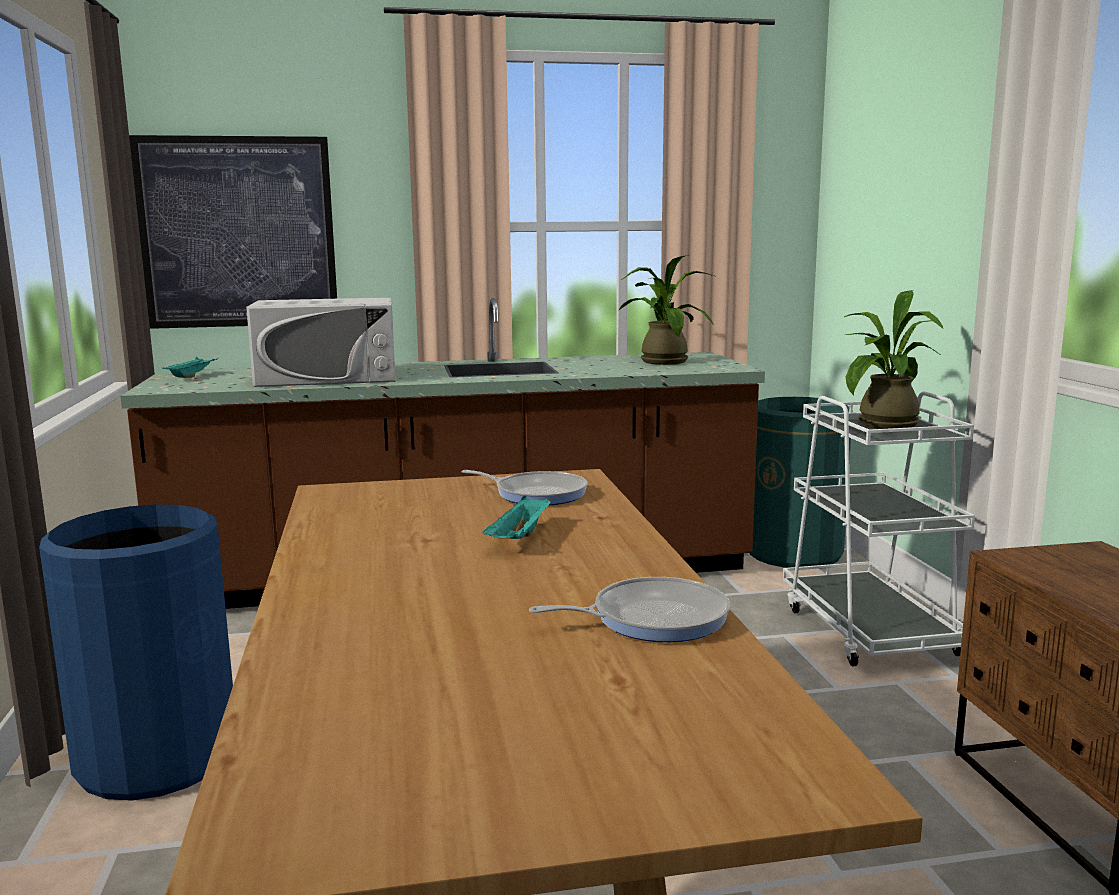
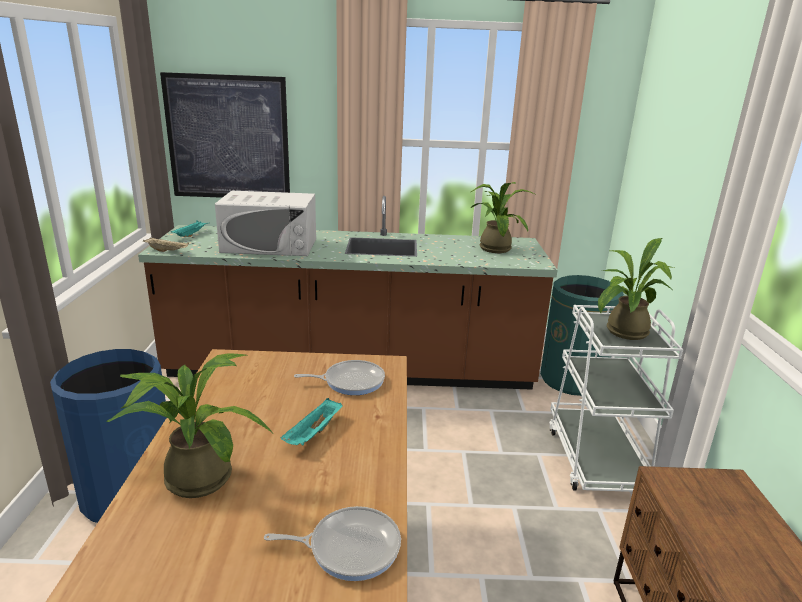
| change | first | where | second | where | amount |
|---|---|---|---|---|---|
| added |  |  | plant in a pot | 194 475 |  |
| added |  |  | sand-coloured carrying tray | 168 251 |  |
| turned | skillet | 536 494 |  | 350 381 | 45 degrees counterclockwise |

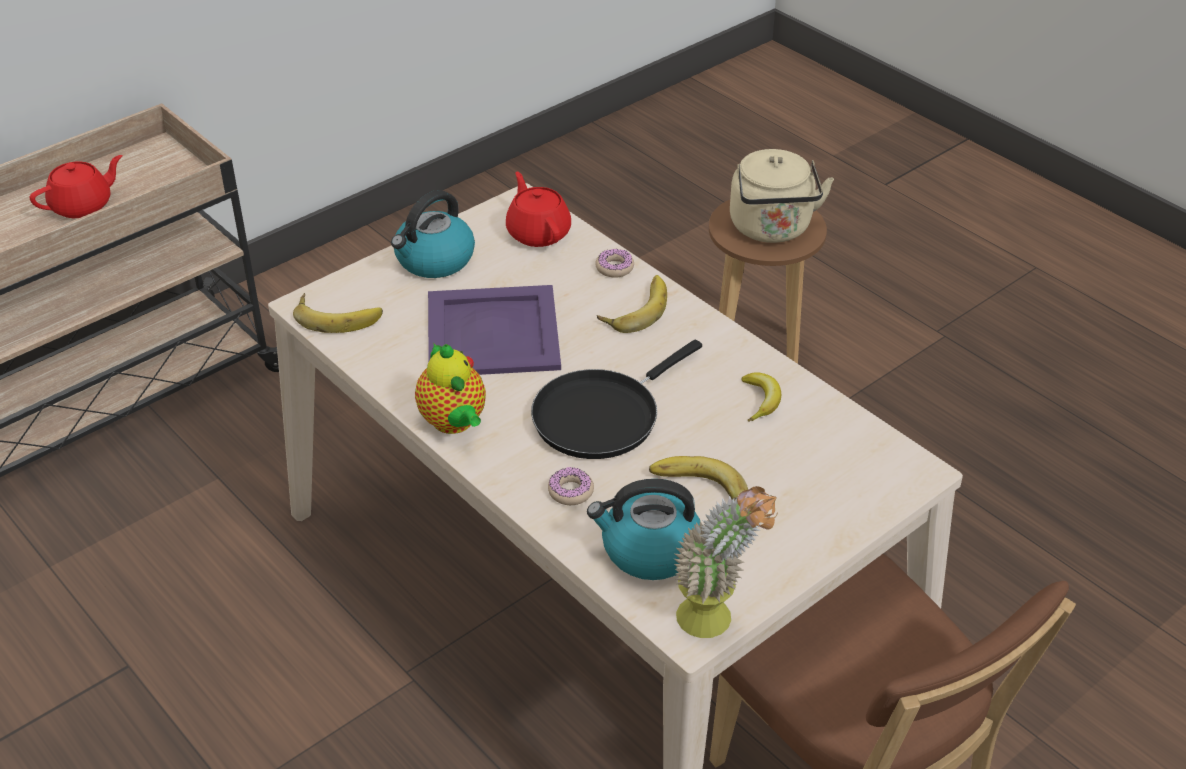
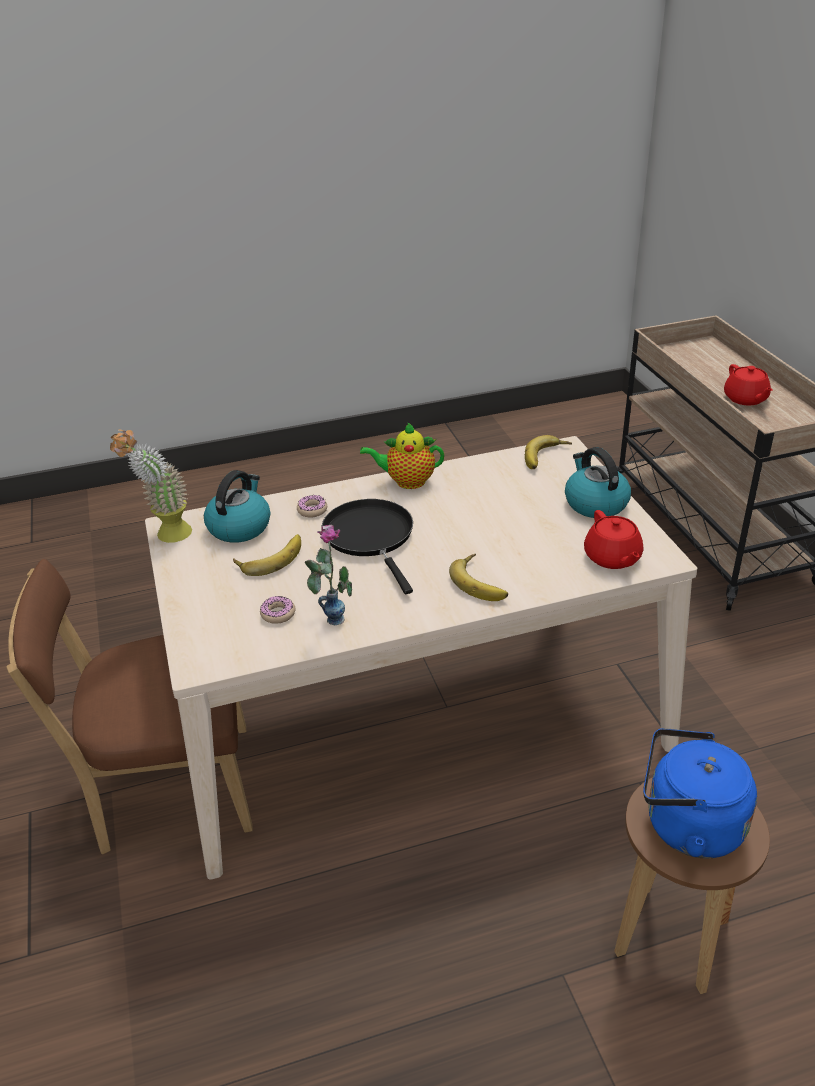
| change | first | where | second | where | amount |
|---|---|---|---|---|---|
| removed | purple-coloured carrying tray | 494 331 |  |  |  |
| moved | ring doughnut | 614 268 |  | 278 614 |  |
| replaced | banana fruit | 760 400 | vase | 331 613 |  |
| recoloured | sand-coloured kettle | 772 229 | bluish kettle | 687 825 |  |
| turned | red-coloured pot for tea | 538 232 |  | 612 558 | 75 degrees clockwise |

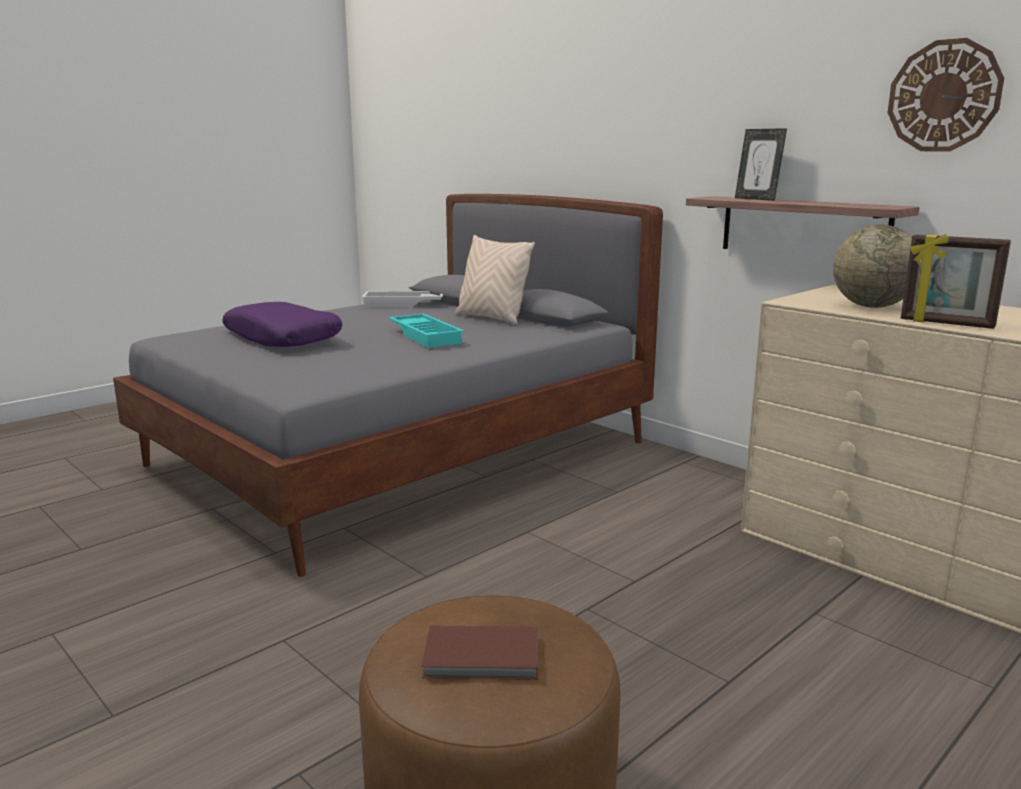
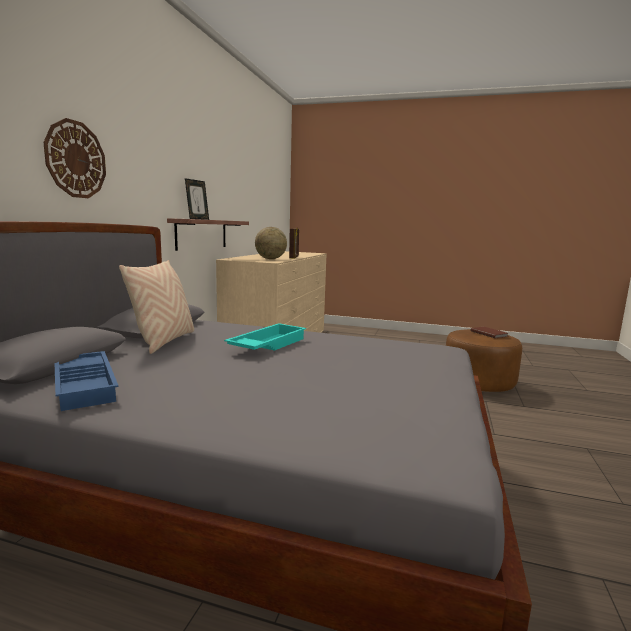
| change | first | where | second | where | amount |
|---|---|---|---|---|---|
| removed | purple-coloured pillow | 283 338 |  |  |  |
| moved | wall clock | 944 96 |  | 76 159 |  |
| recoloured | white-coloured carrying tray | 403 304 | bluish carrying tray | 87 385 |  |

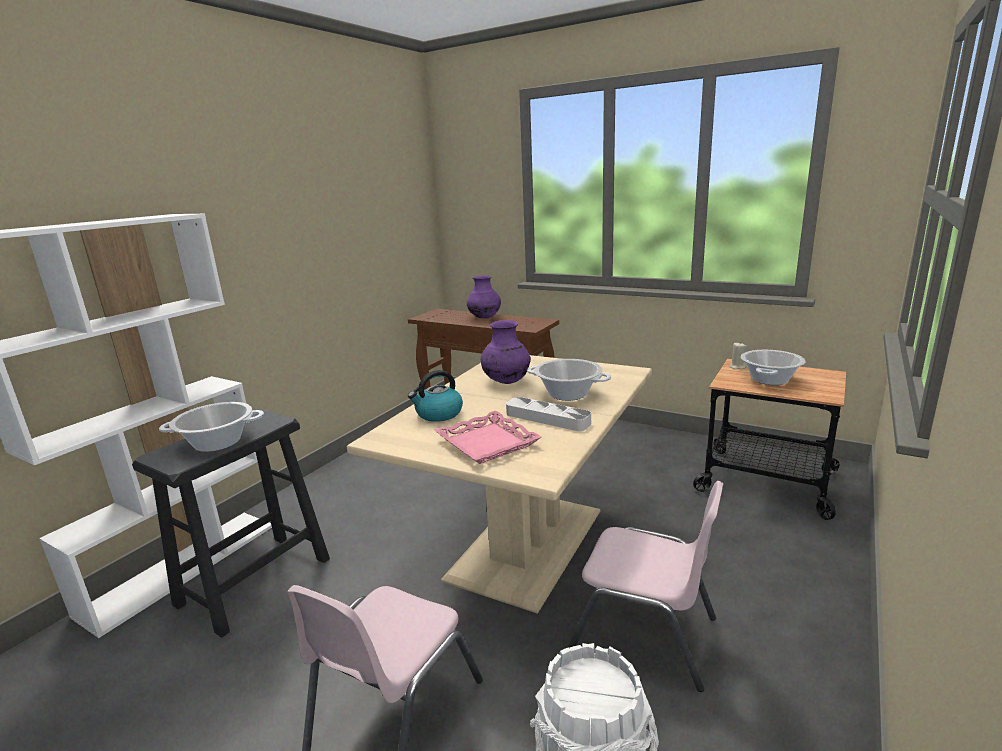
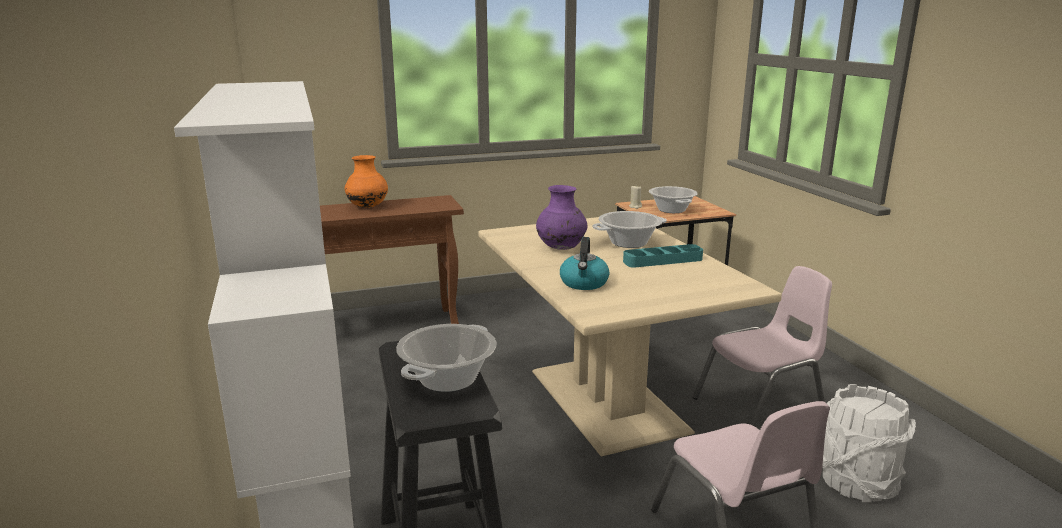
| change | first | where | second | where | amount |
|---|---|---|---|---|---|
| removed | pinkish carrying tray | 488 443 |  |  |  |
| recoloured | purple-coloured vase | 484 318 | orange vase | 368 207 |  |
| recoloured | gray carrying tray | 547 418 | blue-green carrying tray | 662 260 |  |

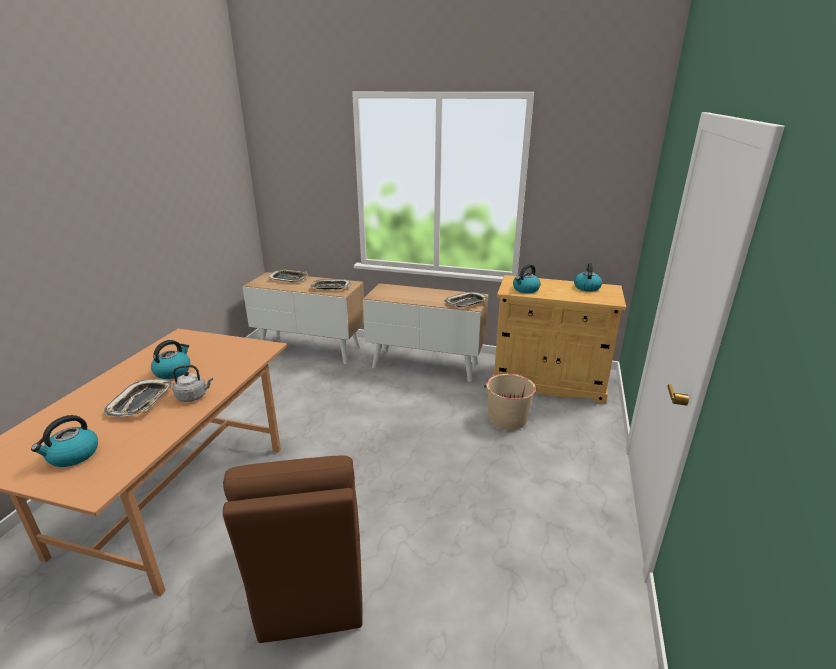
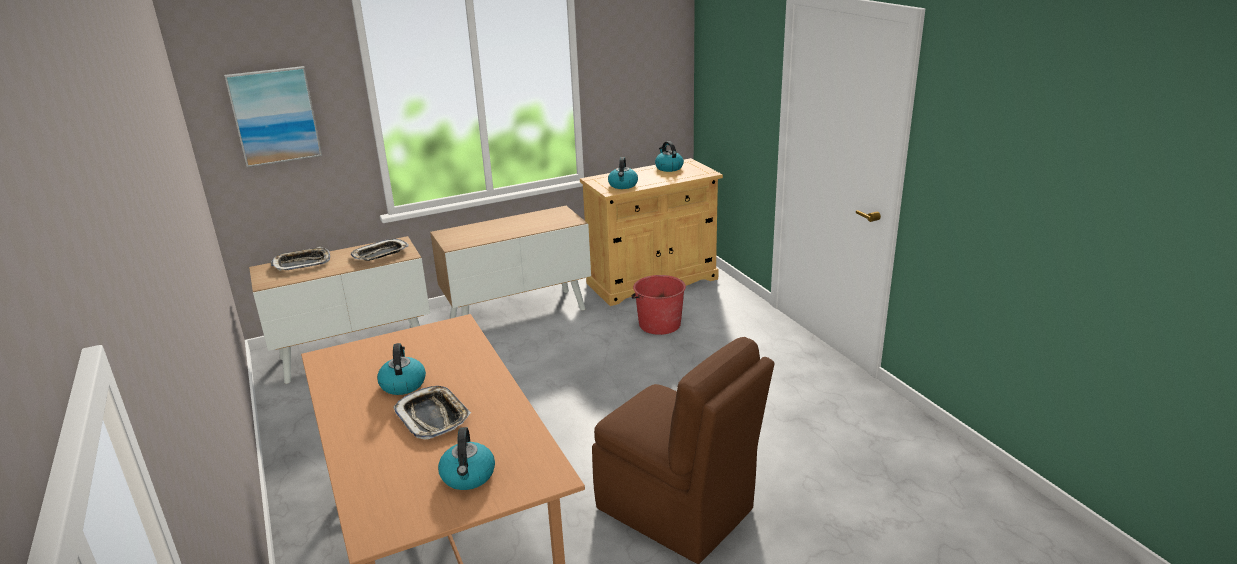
| change | first | where | second | where | amount |
|---|---|---|---|---|---|
| removed | gray kettle | 193 396 |  |  |  |
| removed | carrying tray | 466 303 |  |  |  |
| added |  |  | picture | 274 116 |  |
| recoloured | sand-coloured bucket | 507 418 | red-coloured bucket | 659 324 |  |

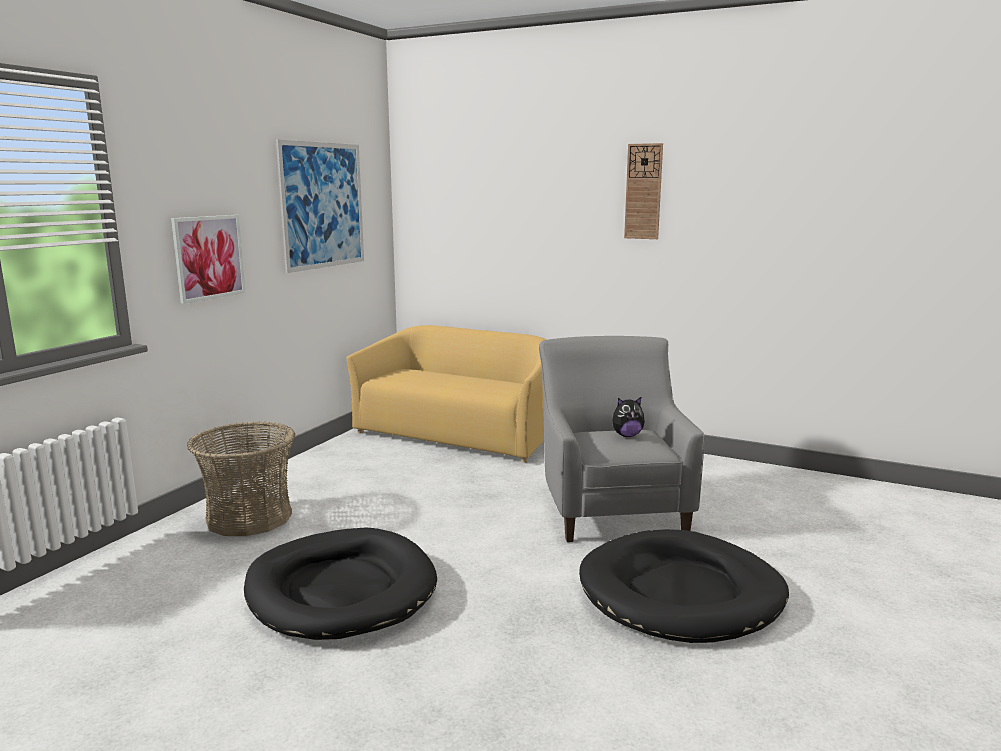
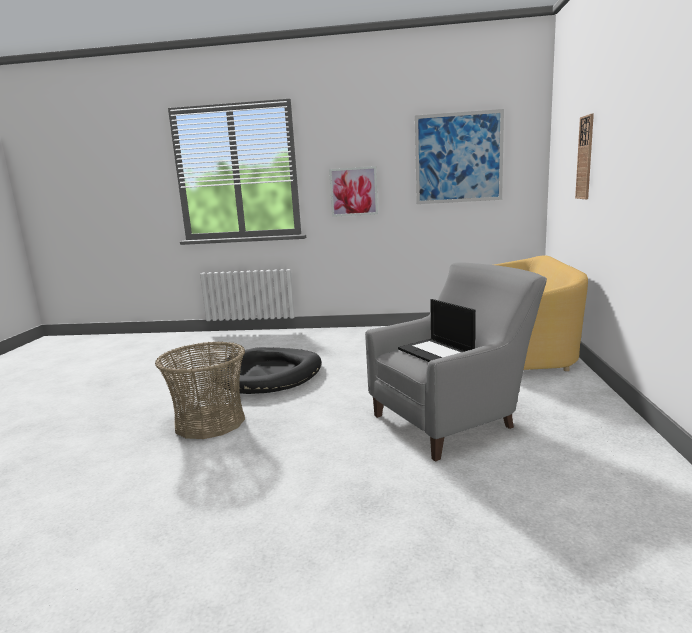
| change | first | where | second | where | amount |
|---|---|---|---|---|---|
| removed | black-coloured pet bed | 681 593 |  |  |  |
| moved | basket | 249 517 |  | 210 422 |  |
| moved | wall clock | 643 191 |  | 585 157 |  |
| replaced | plush toy | 627 435 | laptop | 436 352 |  |

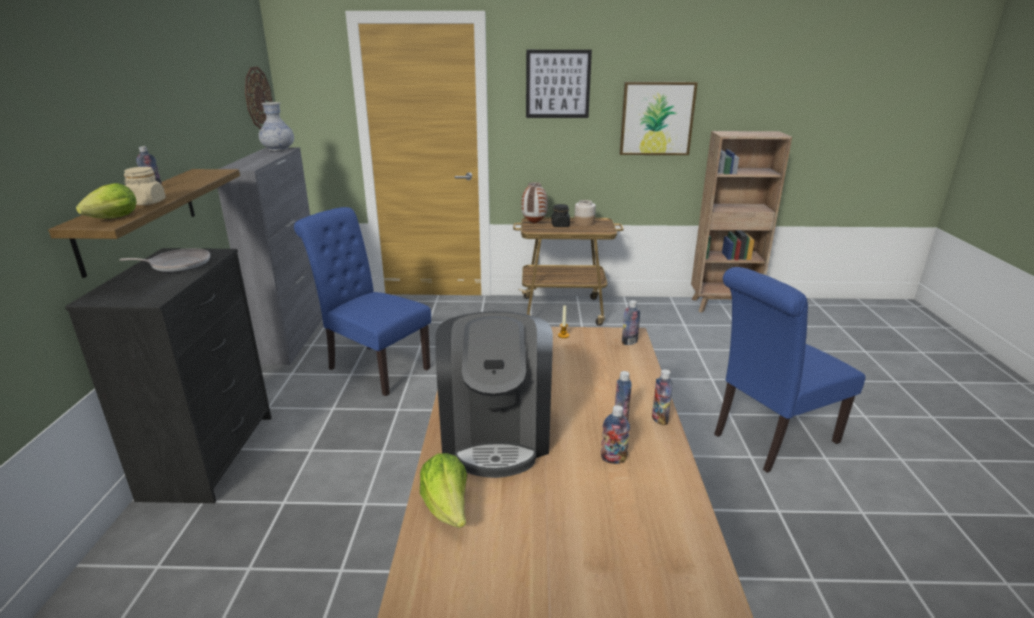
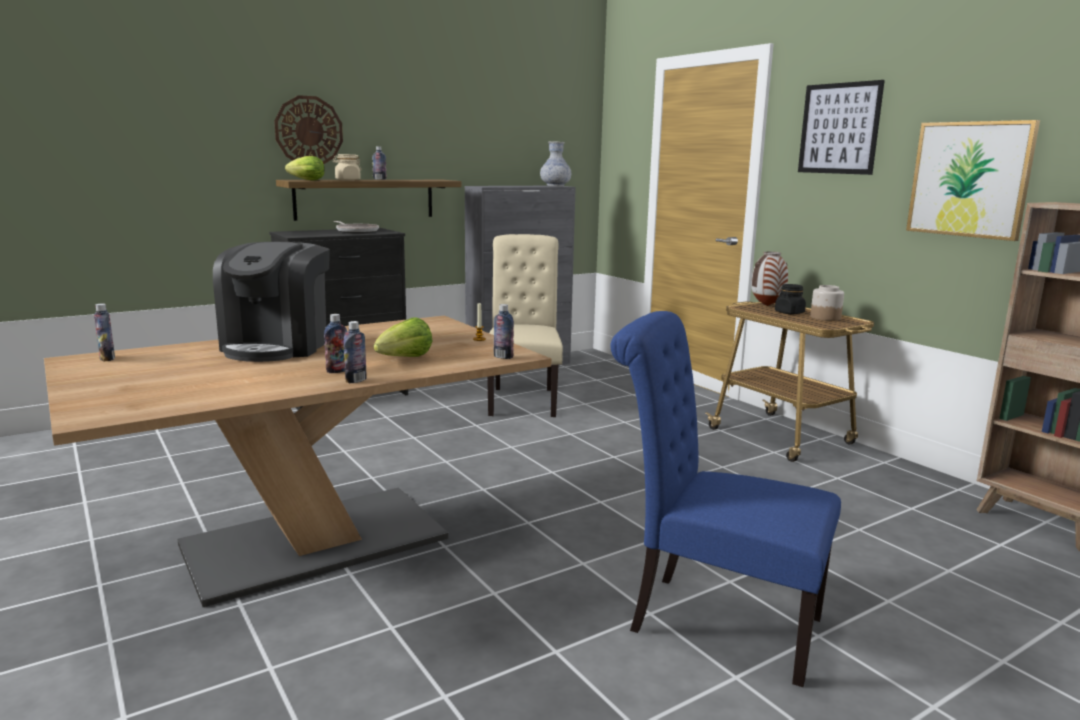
| change | first | where | second | where | amount |
|---|---|---|---|---|---|
| moved | wall clock | 258 98 |  | 309 131 |  |
| moved | lettuce head | 447 509 |  | 404 359 |  |
| moved | beverage bottle | 613 459 |  | 107 359 |  |
| recoloured | bluish chair | 373 367 | sand-coloured chair | 523 399 |  |
| turned | coffee machine | 496 434 |  | 277 347 | 45 degrees counterclockwise |

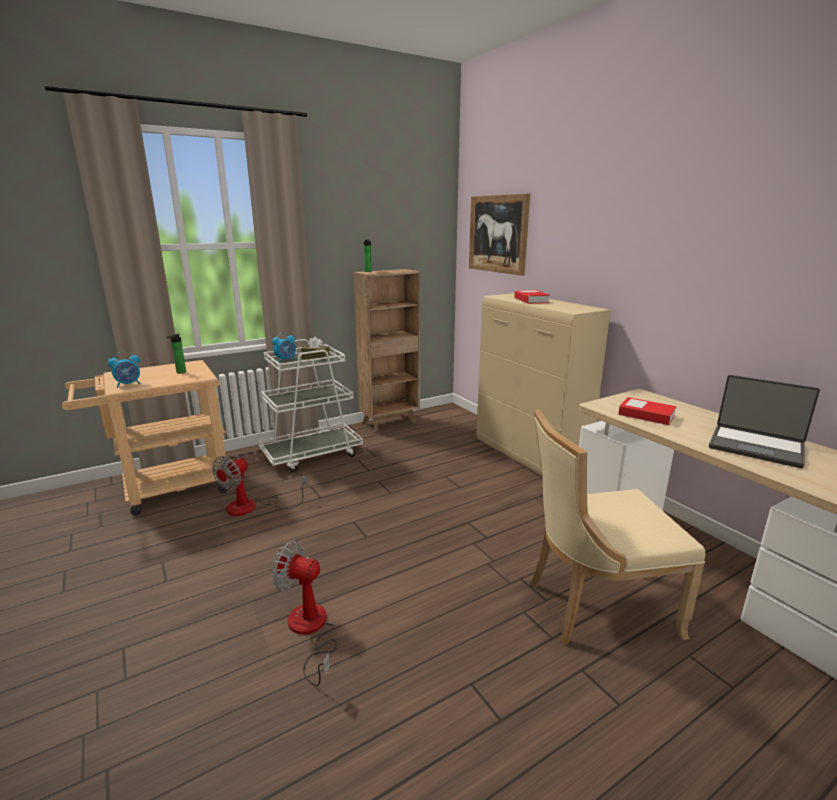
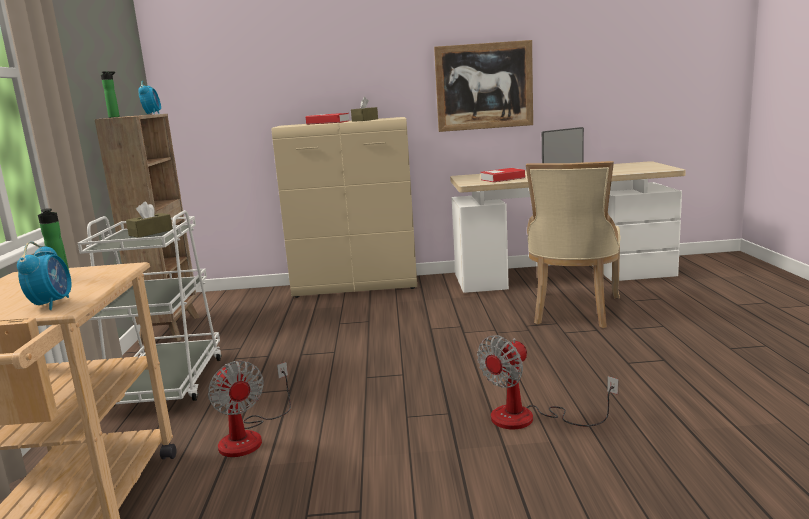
| change | first | where | second | where | amount |
|---|---|---|---|---|---|
| added |  |  | brownish tissue holder | 365 120 |  |
| moved | alarm clock | 286 359 |  | 152 114 |  |
| moved | picture | 497 234 |  | 484 86 |  |

